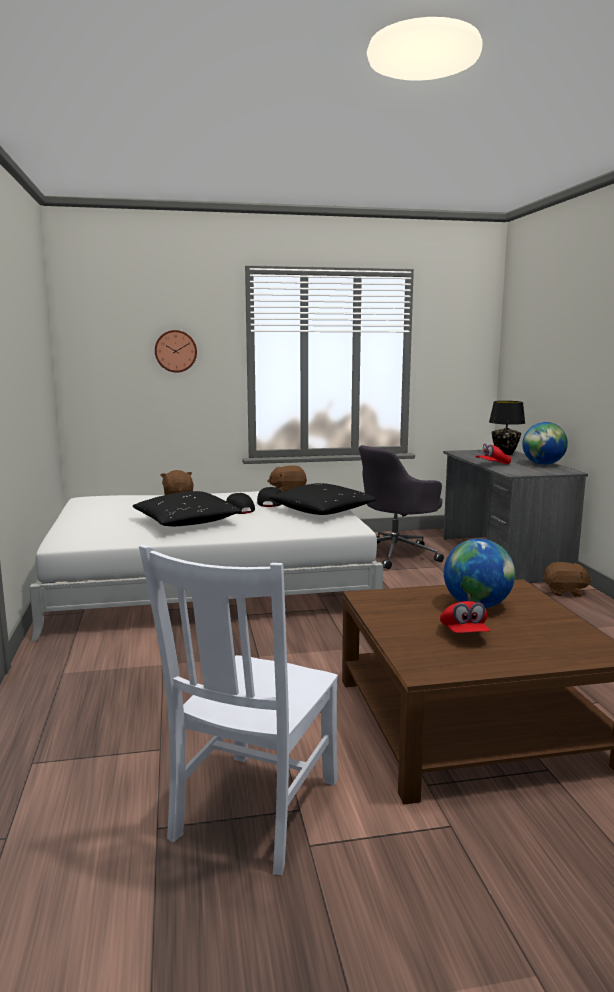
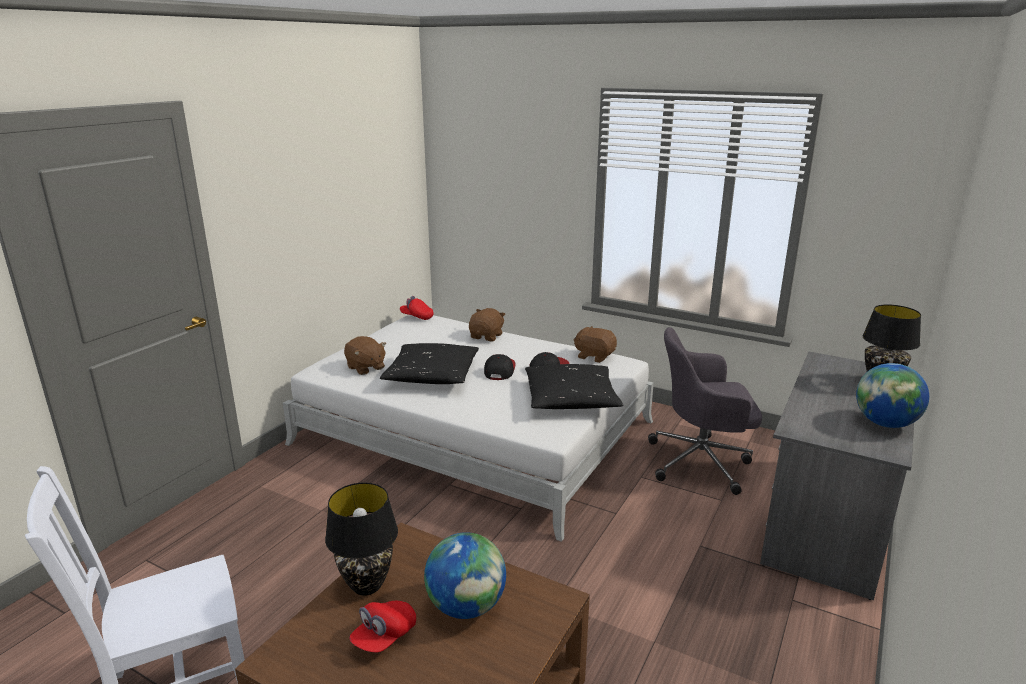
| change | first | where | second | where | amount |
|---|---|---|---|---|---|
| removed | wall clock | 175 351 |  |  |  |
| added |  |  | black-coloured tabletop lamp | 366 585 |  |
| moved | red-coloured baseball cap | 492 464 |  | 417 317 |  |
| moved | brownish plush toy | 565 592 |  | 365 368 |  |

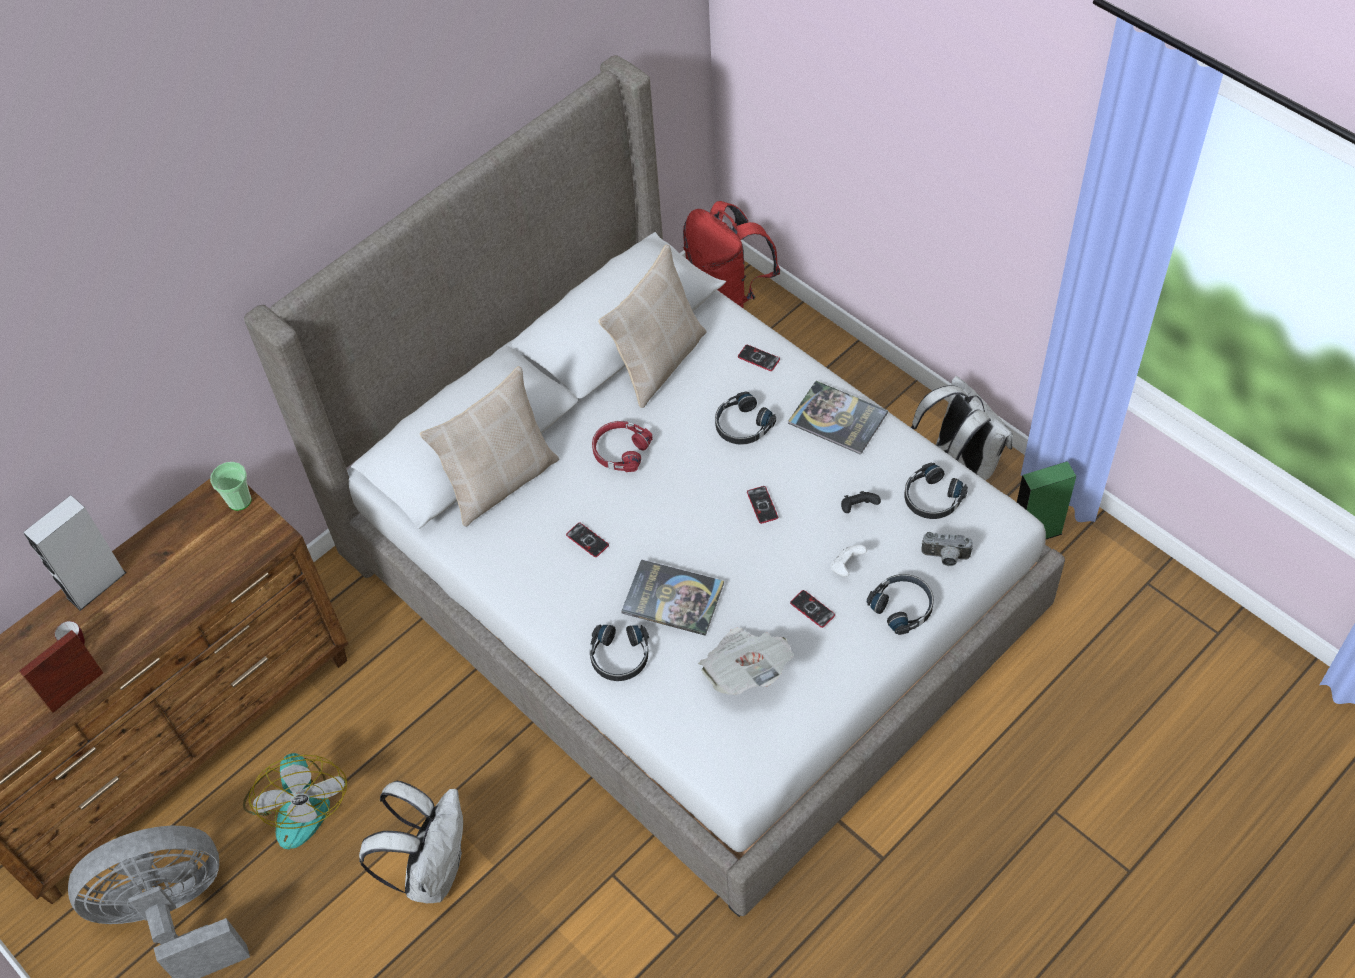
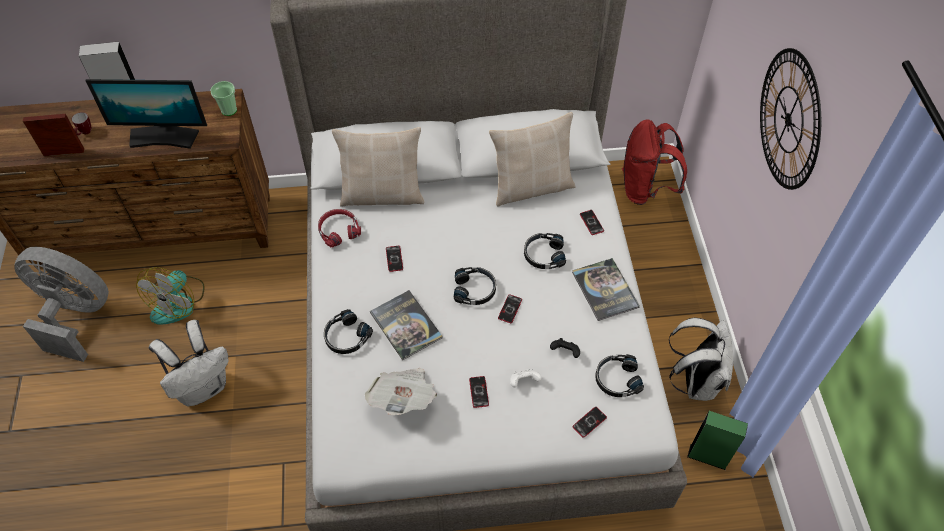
| change | first | where | second | where | amount |
|---|---|---|---|---|---|
| added |  |  | monitor | 163 136 |  |
| added |  |  | wall clock | 789 119 |  |
| moved | red-coloured headphones | 620 450 |  | 338 230 |  |
| moved | black-coloured headphones | 903 606 |  | 475 289 |  |
| replaced | photo camera | 945 558 | handset | 589 422 |  |

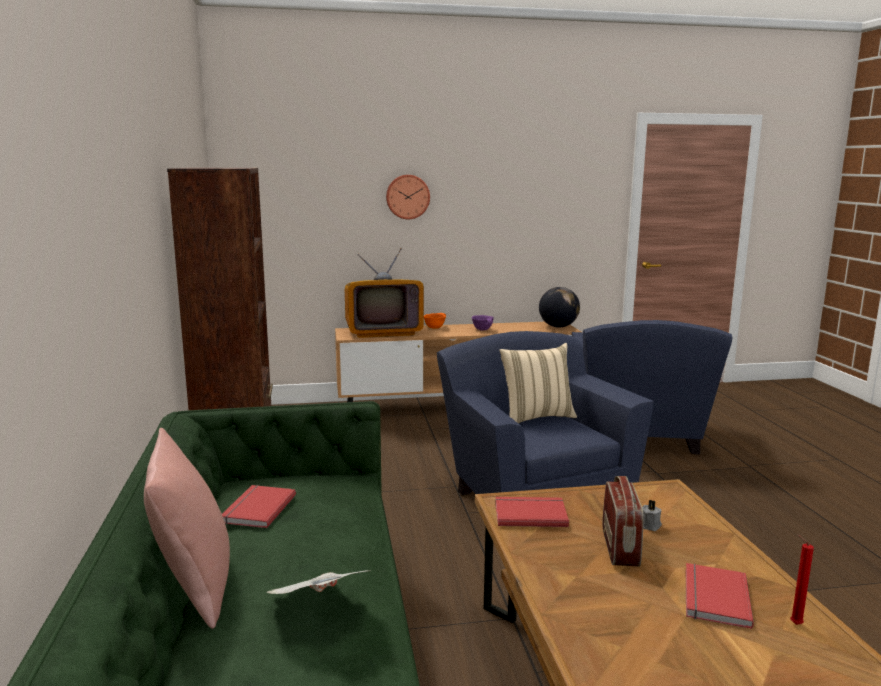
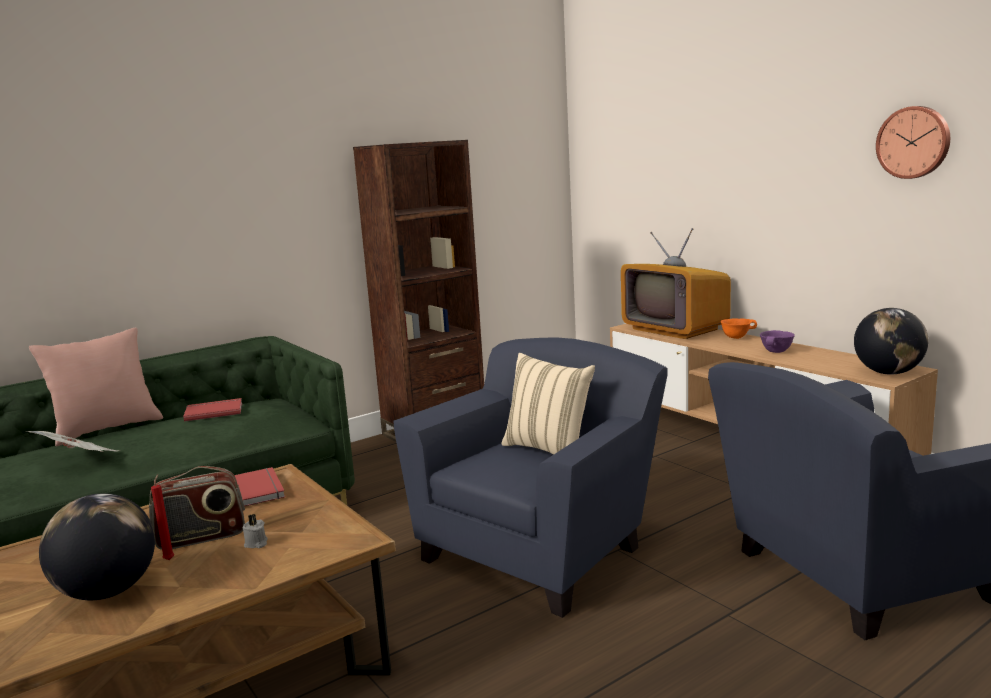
| change | first | where | second | where | amount |
|---|---|---|---|---|---|
| moved | wall clock | 407 197 |  | 914 142 |  |
| moved | red-coloured wax candle | 793 624 |  | 170 559 |  |
| replaced | red-coloured book | 713 597 | desk globe | 107 592 |  |

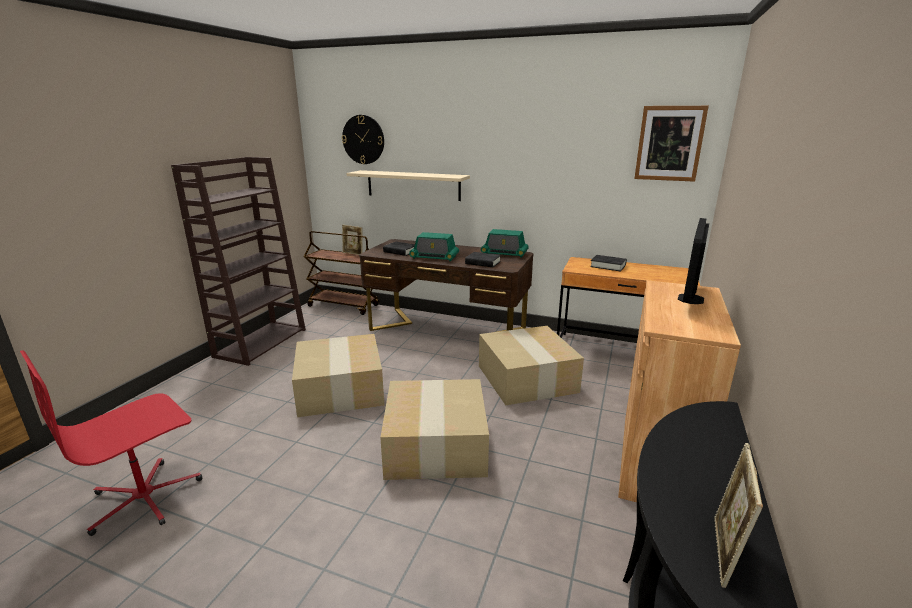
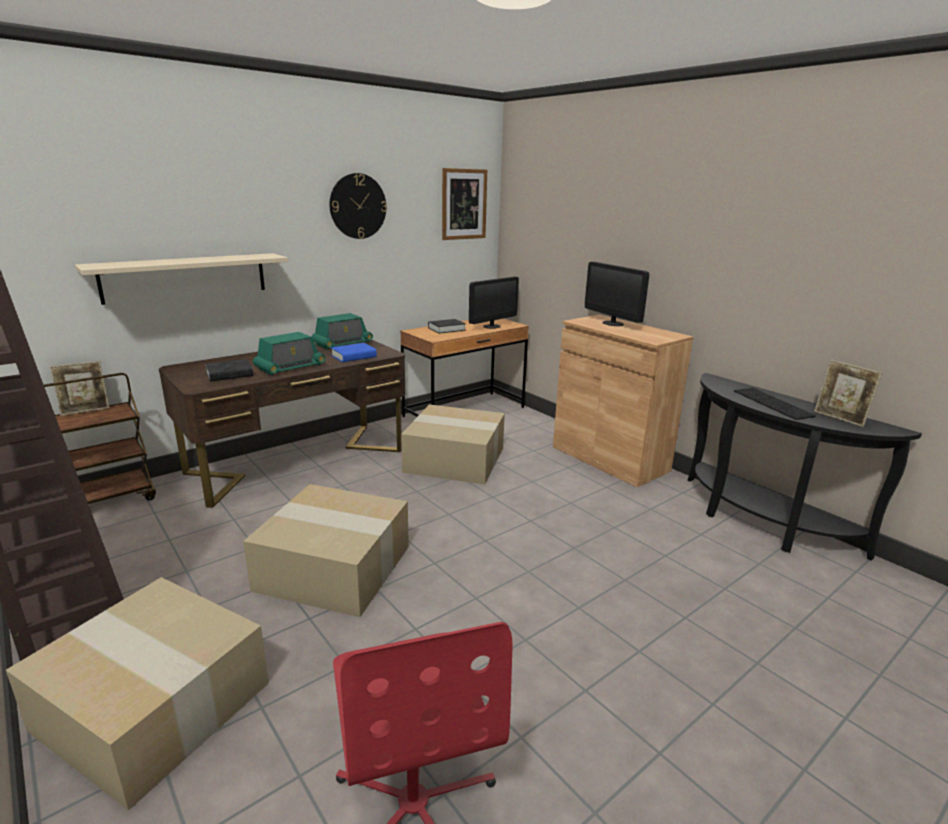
| change | first | where | second | where | amount |
|---|---|---|---|---|---|
| added |  |  | monitor | 491 326 |  |
| added |  |  | keyboard | 774 403 |  |
| moved | wall clock | 363 139 |  | 358 206 |  |
| moved | packing box | 434 444 |  | 150 706 |  |
| recoloured | black-coloured book | 483 263 | bluish book | 354 356 |  |

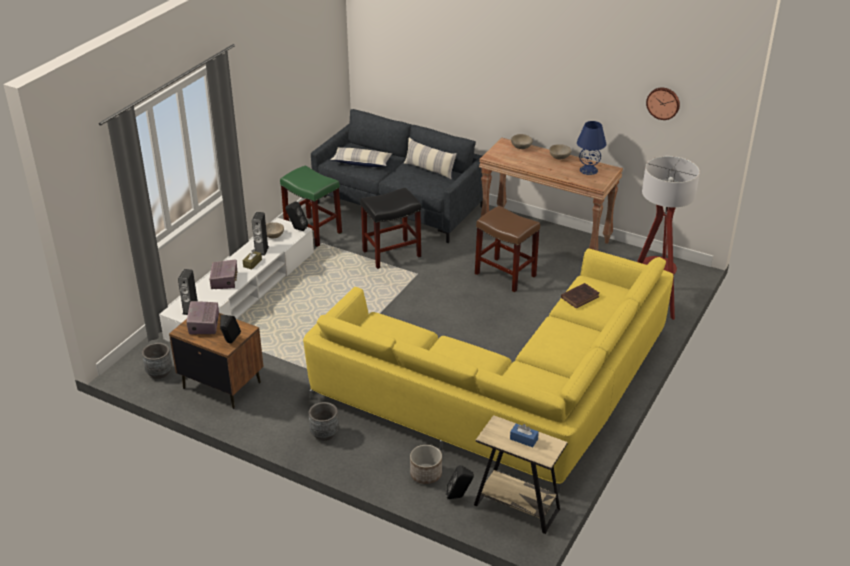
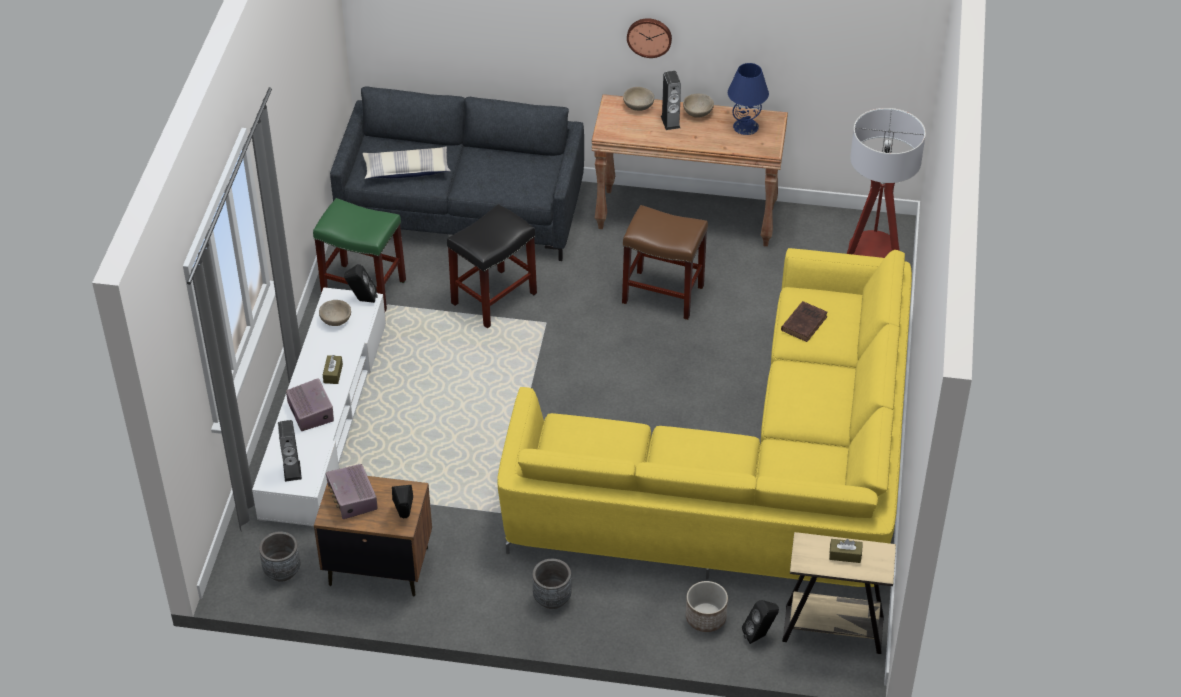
| change | first | where | second | where | amount |
|---|---|---|---|---|---|
| removed | pillow | 429 169 |  |  |  |
| moved | audio speaker | 261 250 |  | 670 122 |  |
| moved | wall clock | 663 103 |  | 649 36 |  |
| recoloured | bluish tissue holder | 523 439 | brownish tissue holder | 845 555 |  |

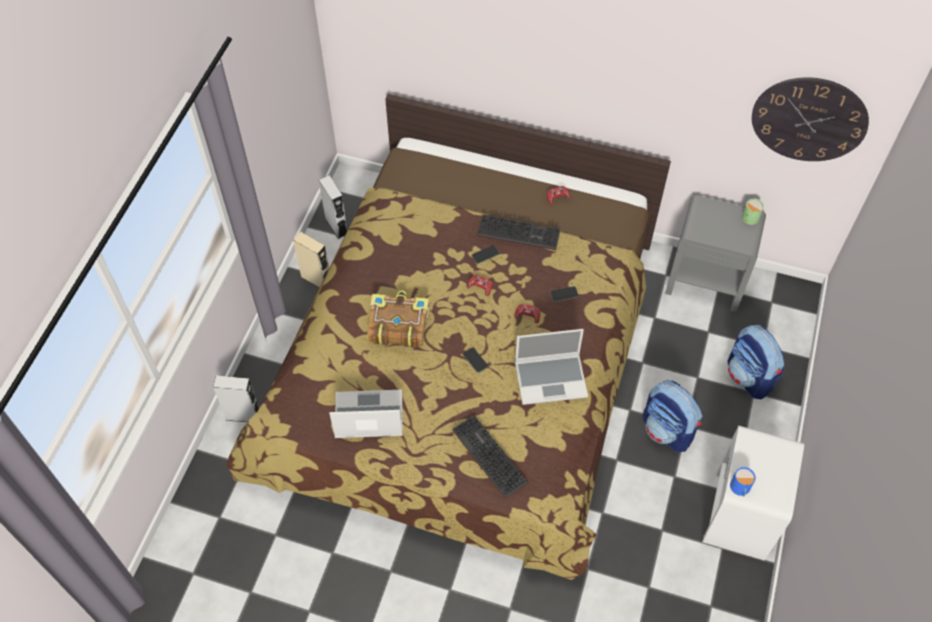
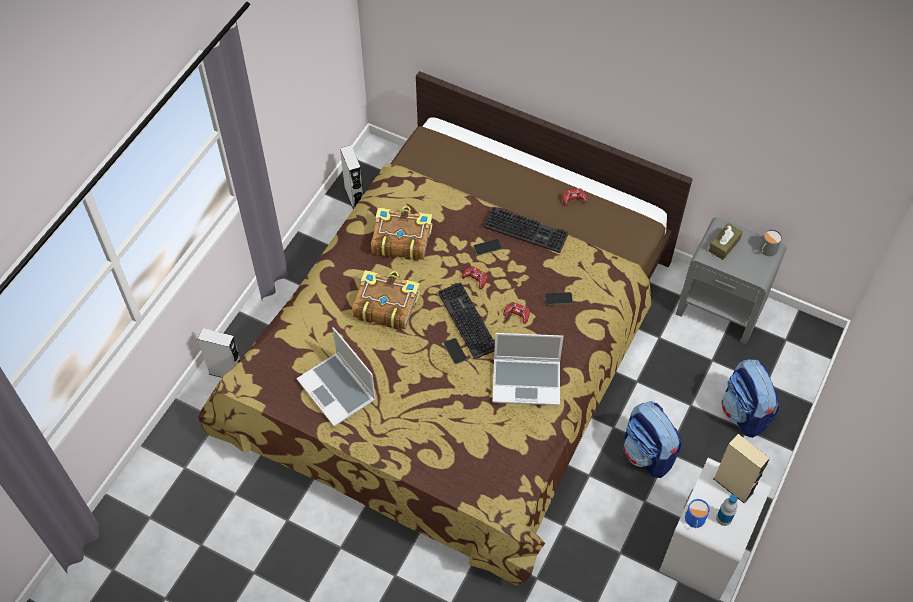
| change | first | where | second | where | amount |
|---|---|---|---|---|---|
| removed | wall clock | 809 119 |  |  |  |
| added |  |  | book | 401 239 |  |
| added |  |  | brownish tissue holder | 724 245 |  |
| added |  |  | beverage bottle | 723 518 |  |
| moved | sand-coloured audio speaker | 316 280 |  | 733 486 |  |
| moved | keyboard | 487 456 |  | 465 320 |  |
| recoloured | green-coloured coffee mug | 749 219 | gray coffee mug | 766 249 |  |
| turned | laptop | 368 416 |  | 338 390 | 135 degrees counterclockwise |

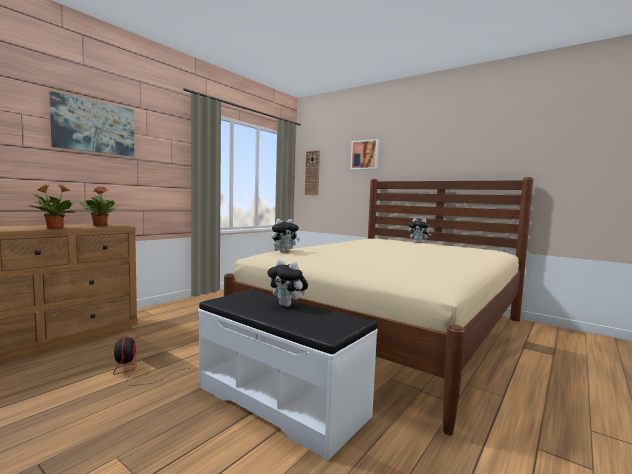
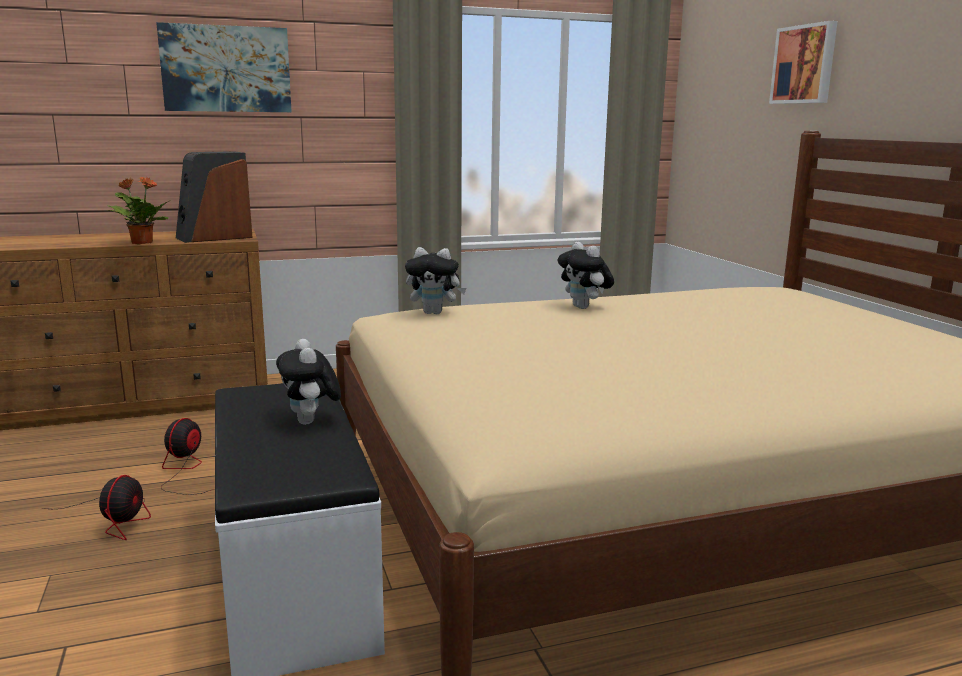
| change | first | where | second | where | amount |
|---|---|---|---|---|---|
| removed | wall clock | 312 173 |  |  |  |
| added |  |  | electric fan | 117 519 |  |
| moved | plush toy | 418 243 |  | 584 307 |  |
| replaced | plant in a pot | 100 225 | audio speaker | 214 237 |  |

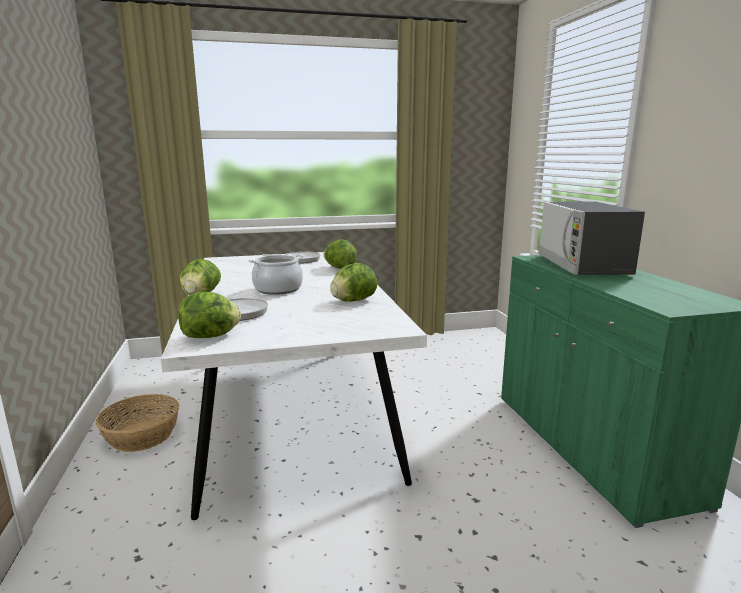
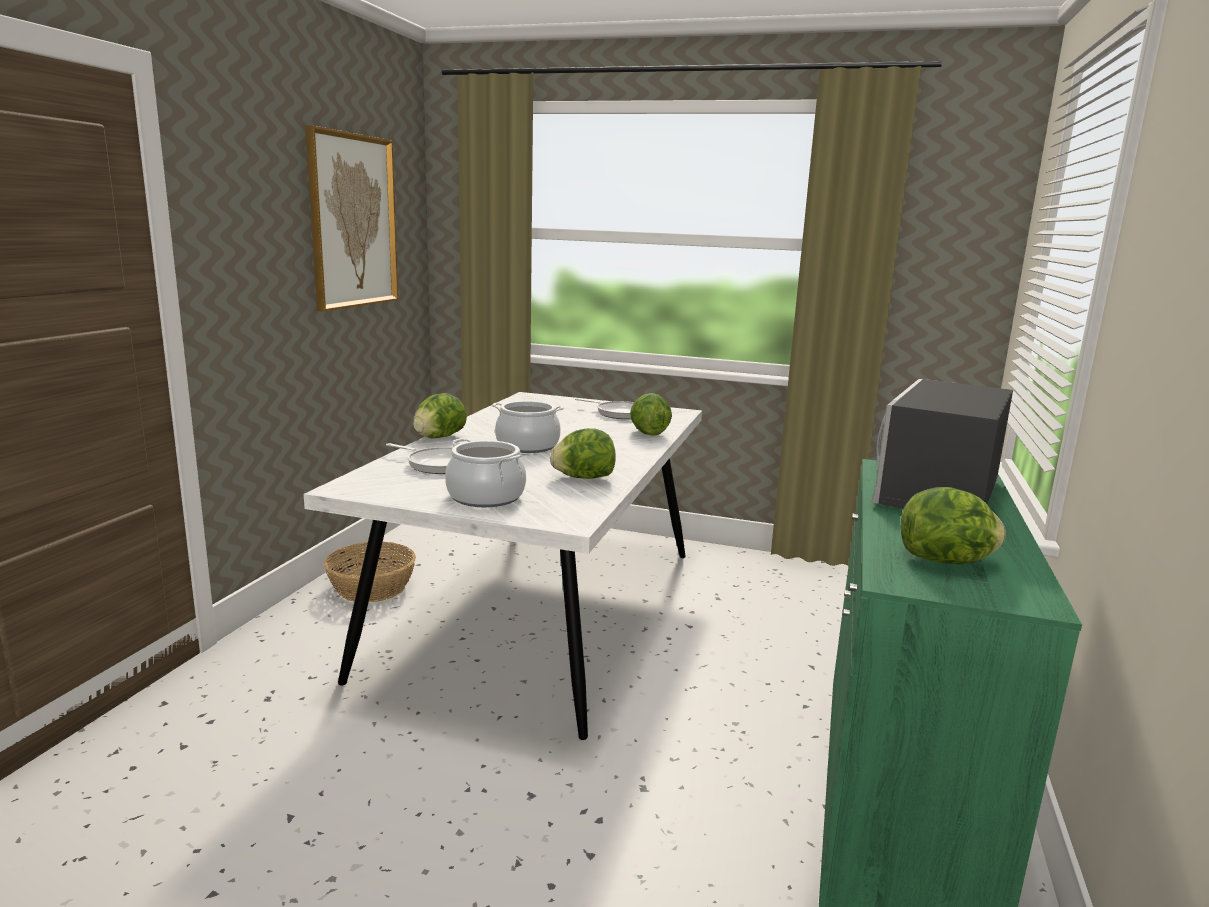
| change | first | where | second | where | amount |
|---|---|---|---|---|---|
| added |  |  | picture | 353 221 |  |
| added |  |  | saucepot | 485 497 |  |
| moved | lettuce head | 211 336 |  | 946 561 |  |

